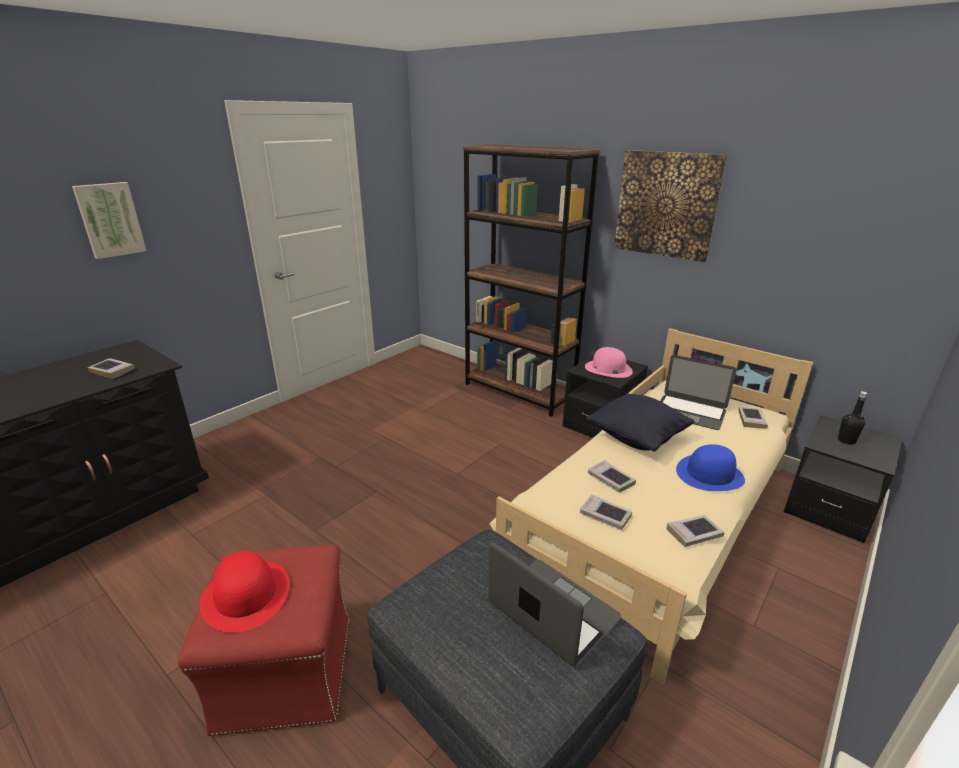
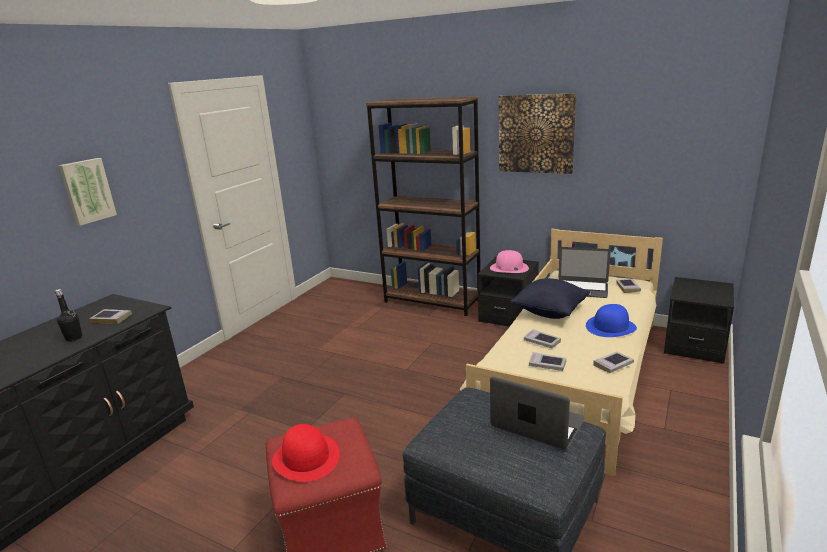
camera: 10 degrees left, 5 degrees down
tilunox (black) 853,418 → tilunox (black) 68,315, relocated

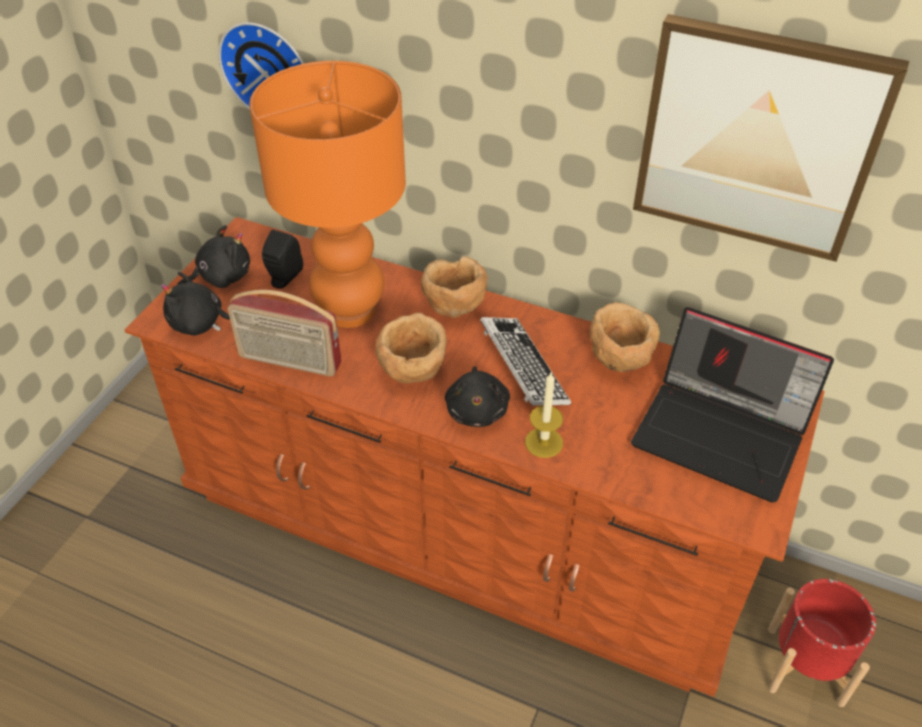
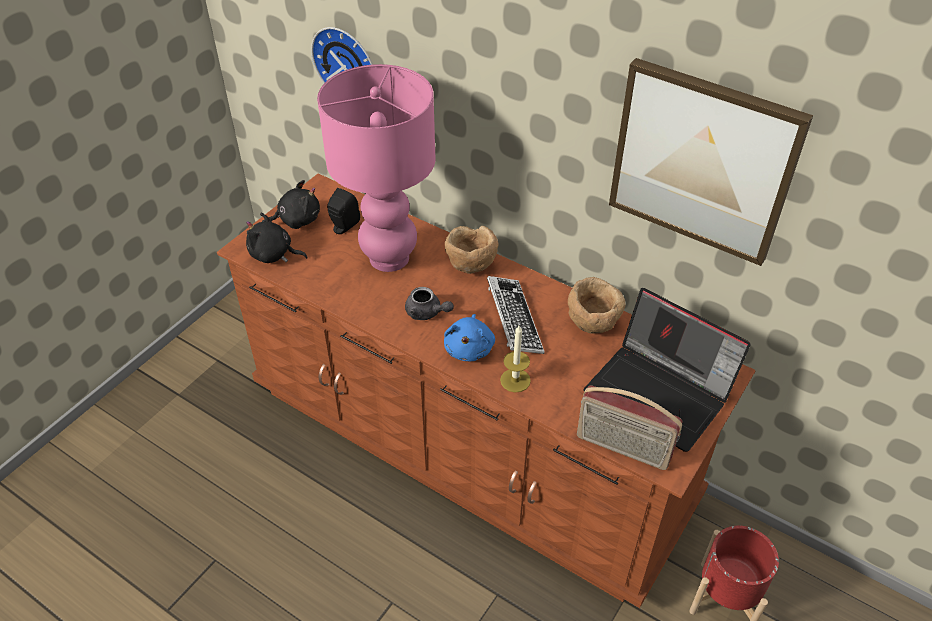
camera: 10 degrees right, 0 degrees up
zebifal 285,333 → zebifal 630,427, relocated
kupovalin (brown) 411,348 → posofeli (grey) 429,303
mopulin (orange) 327,194 → mopulin (pink) 376,168
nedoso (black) 477,396 → nedoso (blue) 469,337

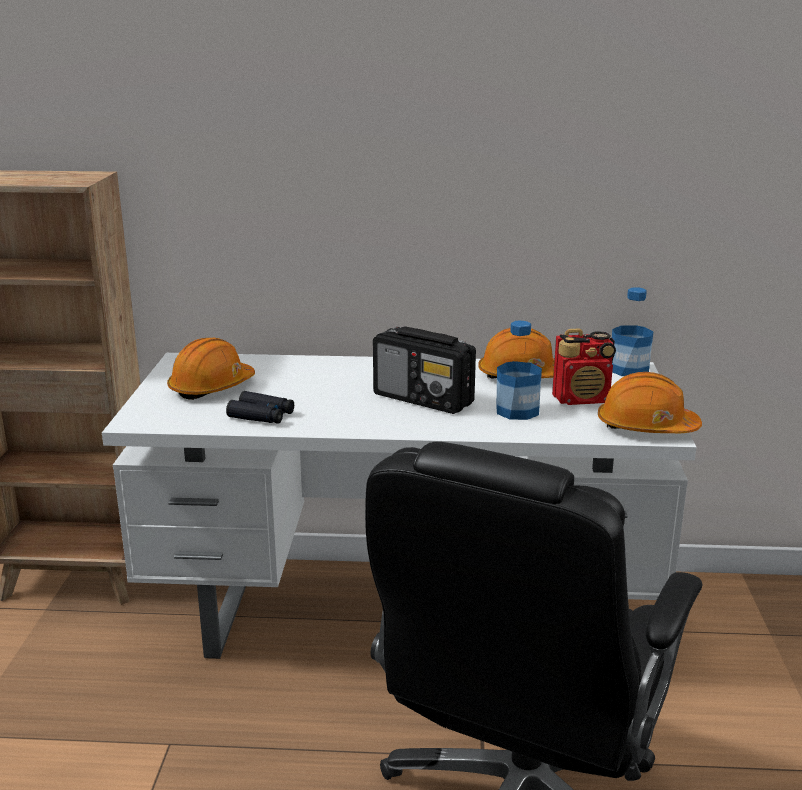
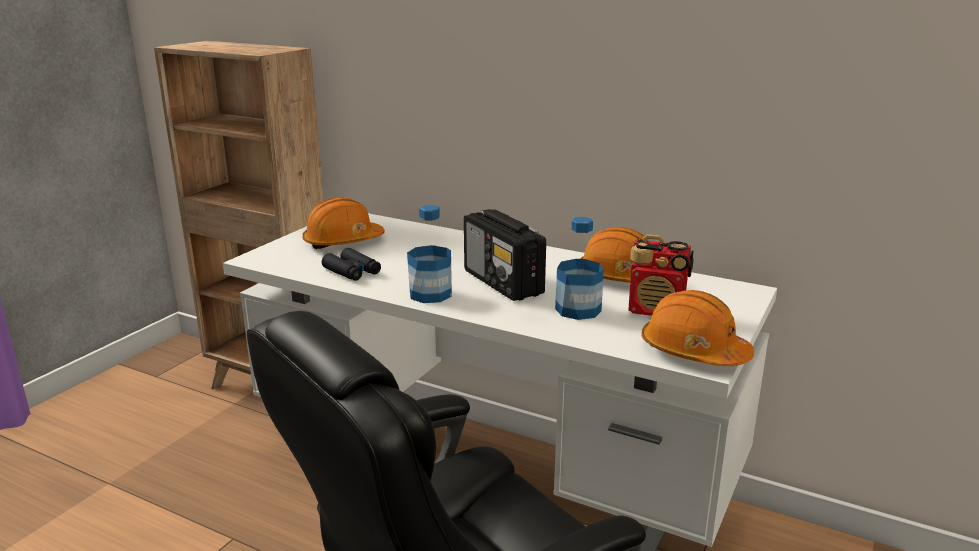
camera: 25 degrees right, 0 degrees up
tilunox 632,331 → tilunox 429,254, relocated

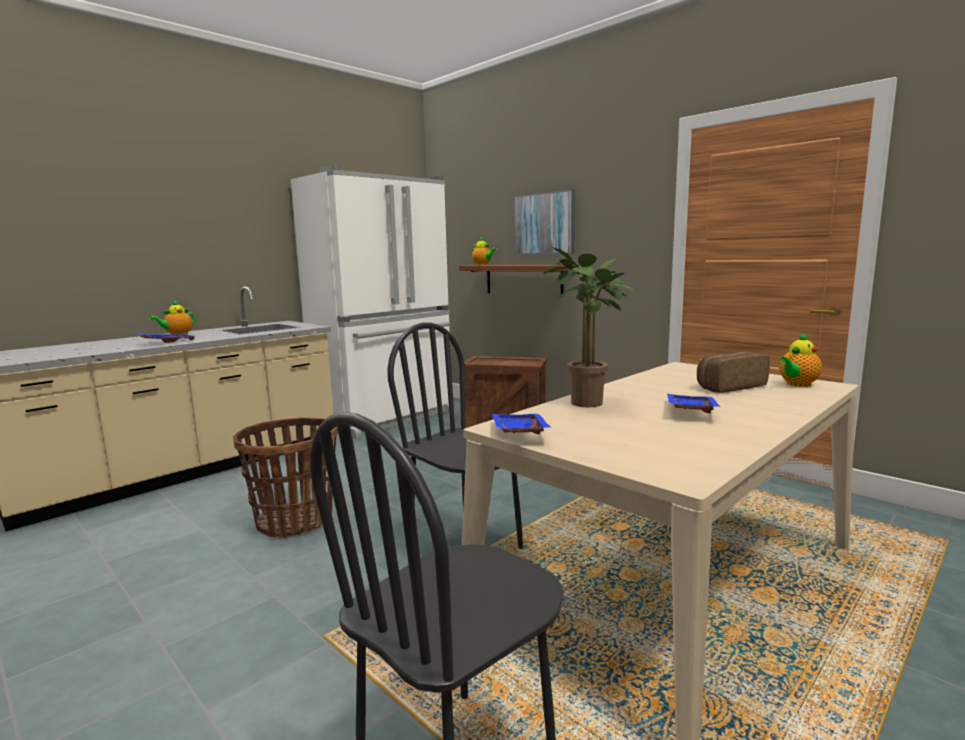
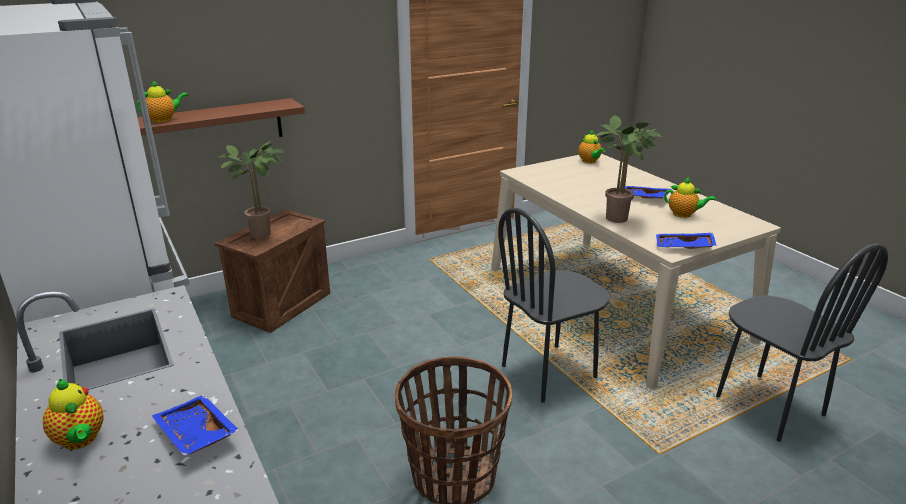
camera: 75 degrees left, 15 degrees up
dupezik 544,222 → -
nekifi 733,372 → -
- → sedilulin 251,190
- → posofeli 690,197

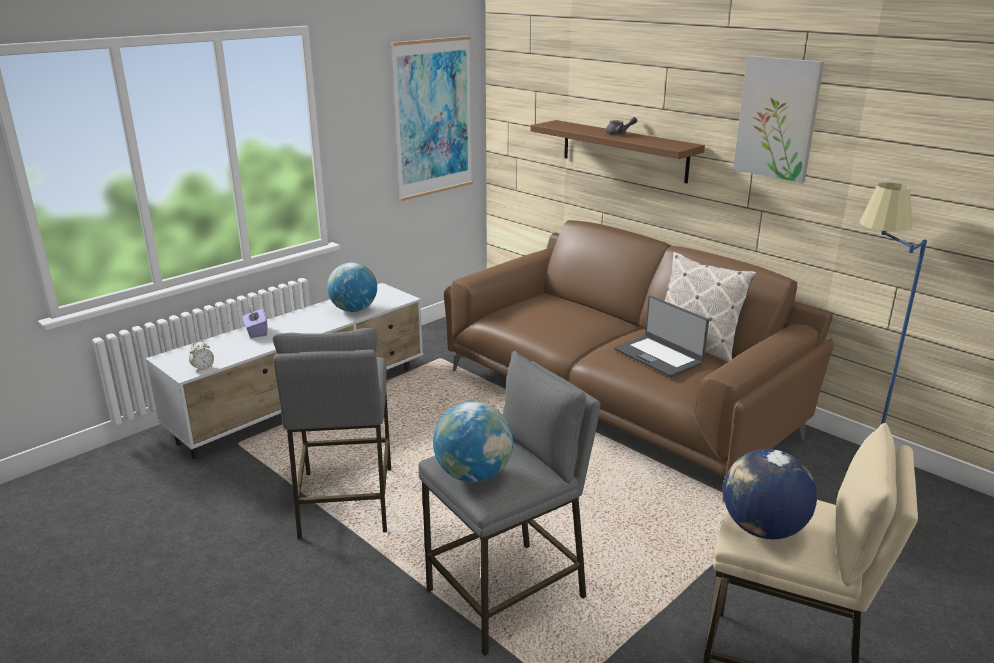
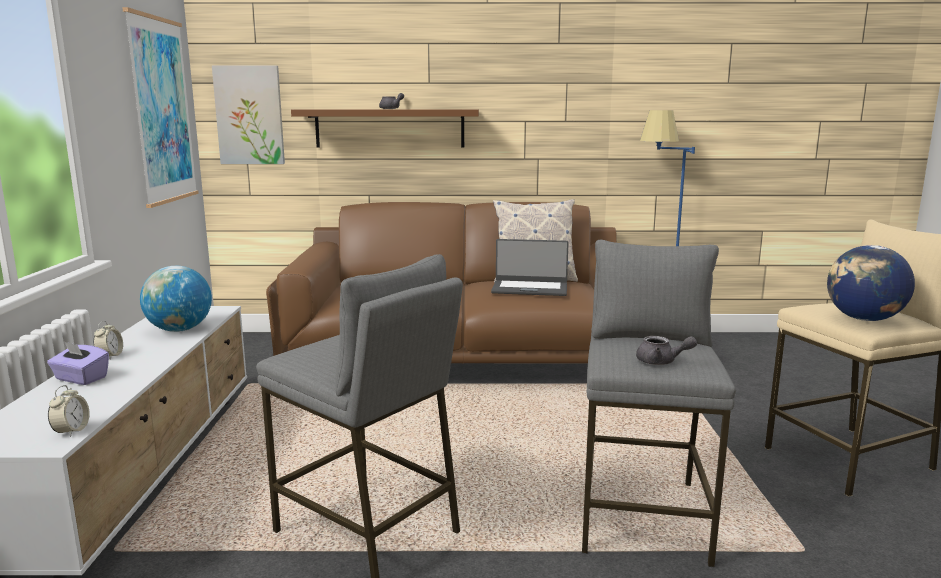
camera: 45 degrees left, 10 degrees down
- → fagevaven 108,340
dupezik 778,119 → dupezik 248,115, relocated
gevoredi 473,441 → posofeli (grey) 666,350

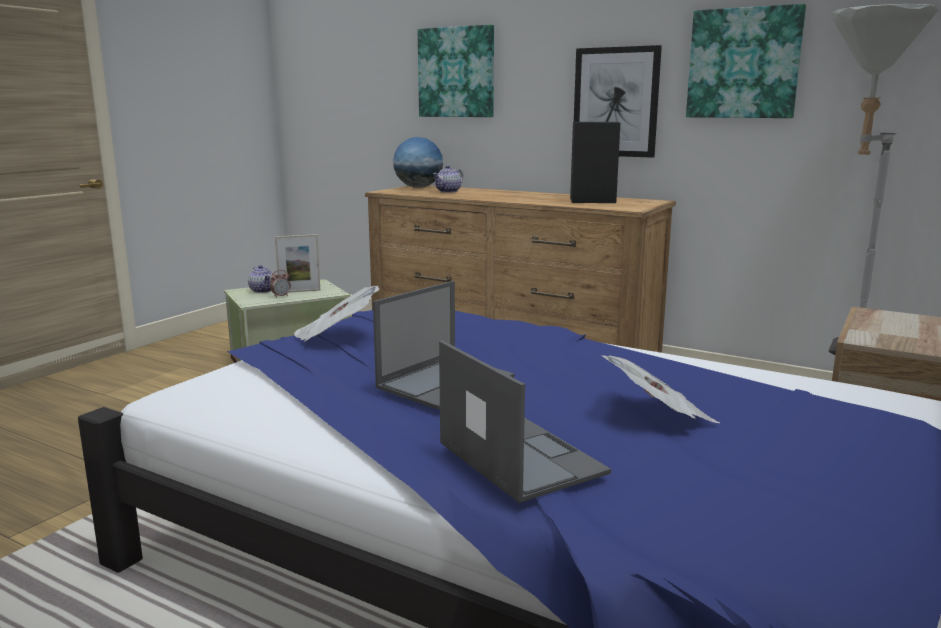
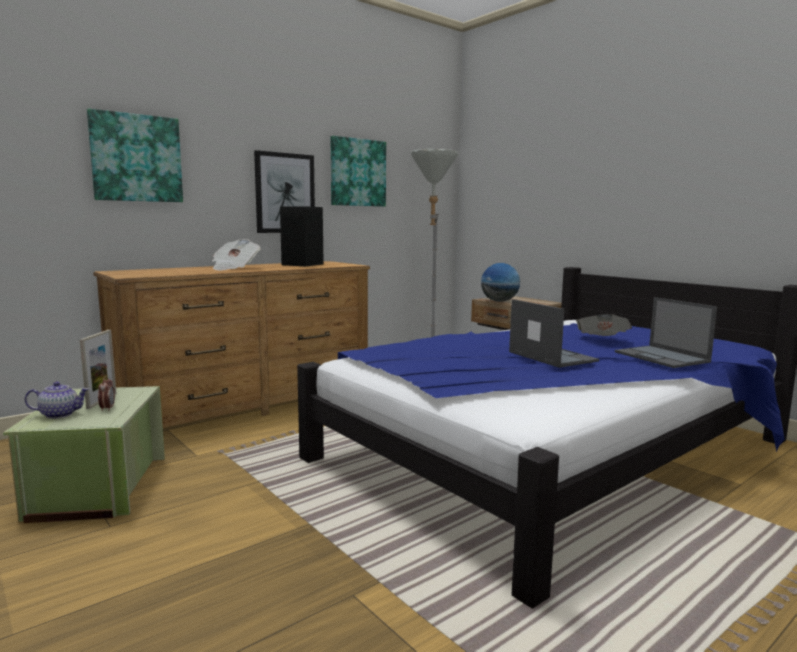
camera: 70 degrees left, 5 degrees down
posofeli 448,179 → -
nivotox 336,314 → nivotox 236,254, relocated
gevoredi 418,162 → gevoredi 500,282, relocated
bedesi 525,421 → bedesi 666,332, 105 degrees counterclockwise

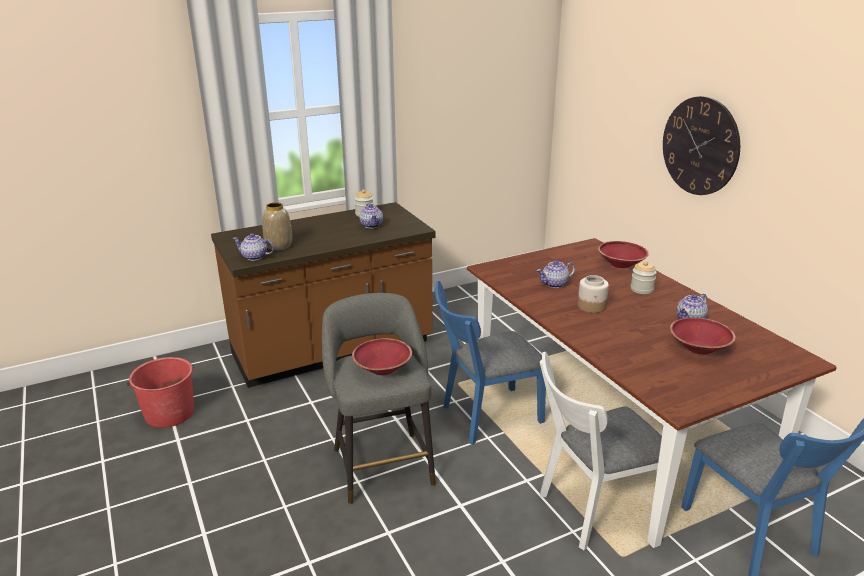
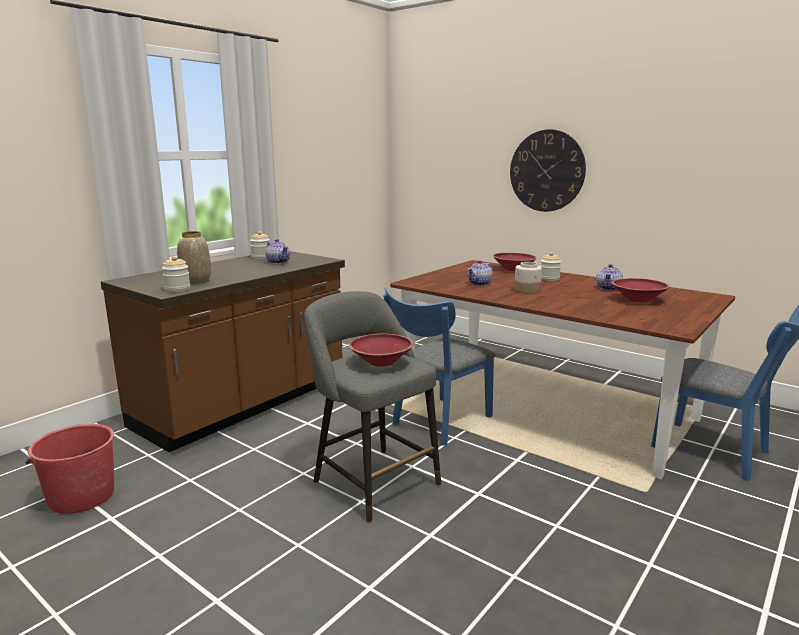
camera: 25 degrees left, 10 degrees down
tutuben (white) 601,451 → -
posofeli 253,247 → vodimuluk 176,274

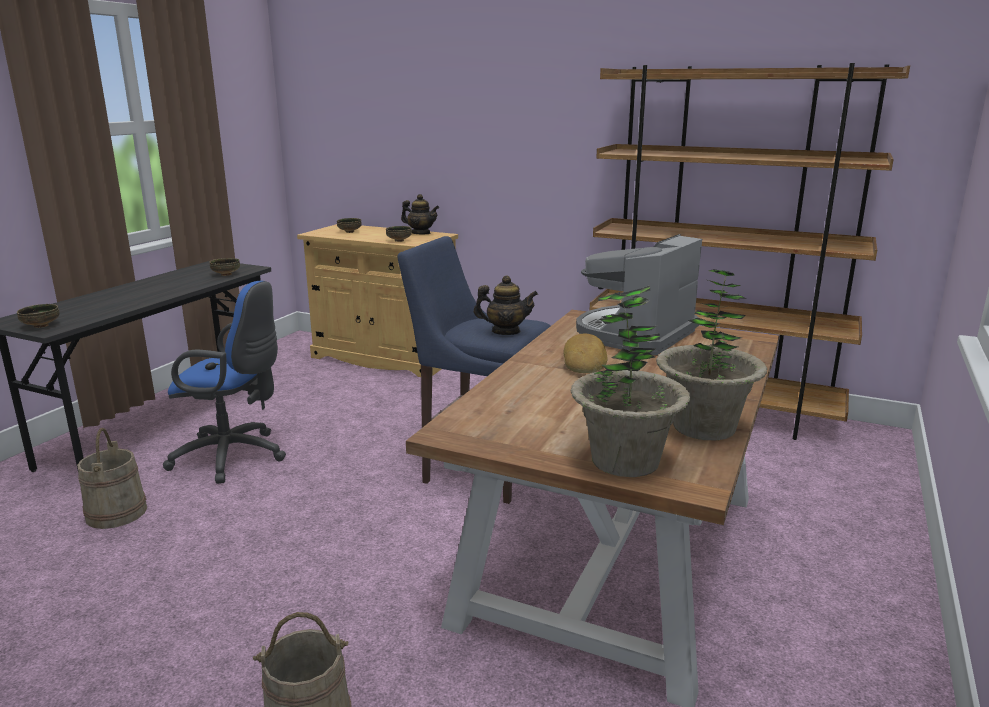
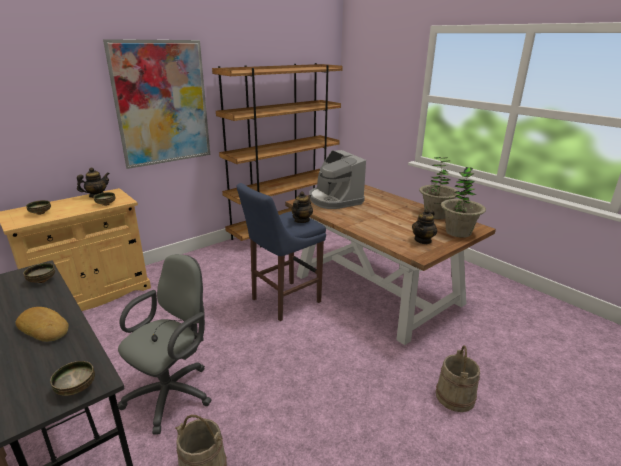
camera: 65 degrees left, 5 degrees up
- → dupezik 156,104
- → posofeli 424,226
nekifi 586,353 → nekifi 42,324, relocated
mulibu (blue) 224,382 → mulibu (grey) 165,344

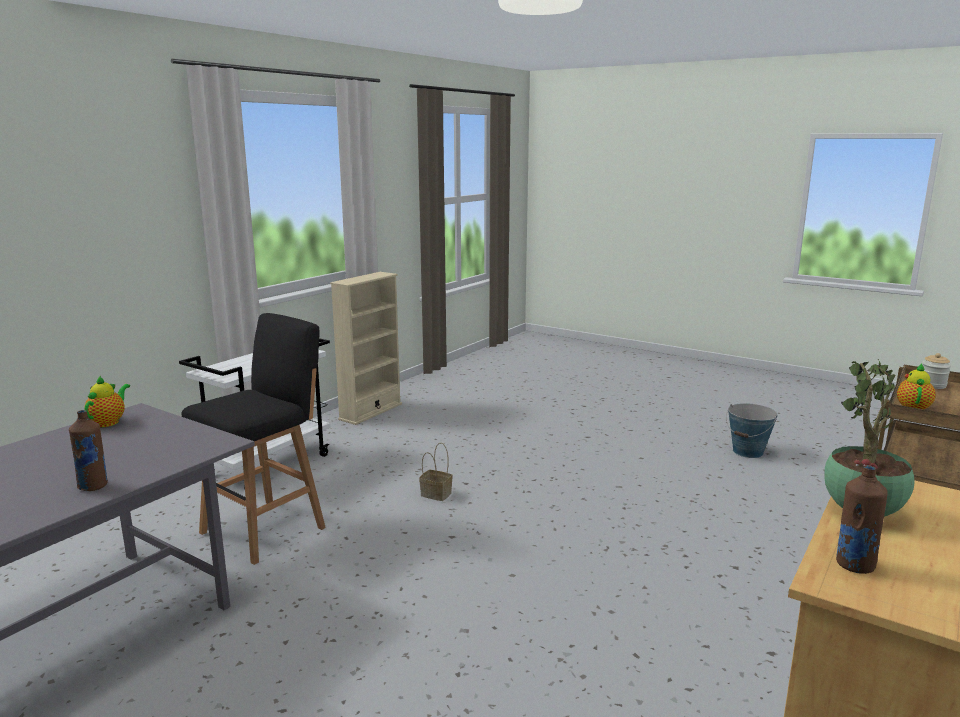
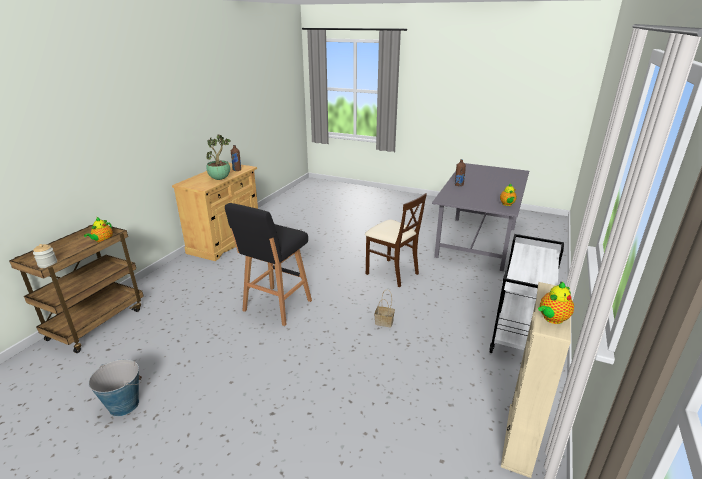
camera: 170 degrees right, 10 degrees up
- → tutuben (beige) 396,240
- → posofeli 556,302
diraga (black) 254,439 → diraga (black) 268,264, relocated

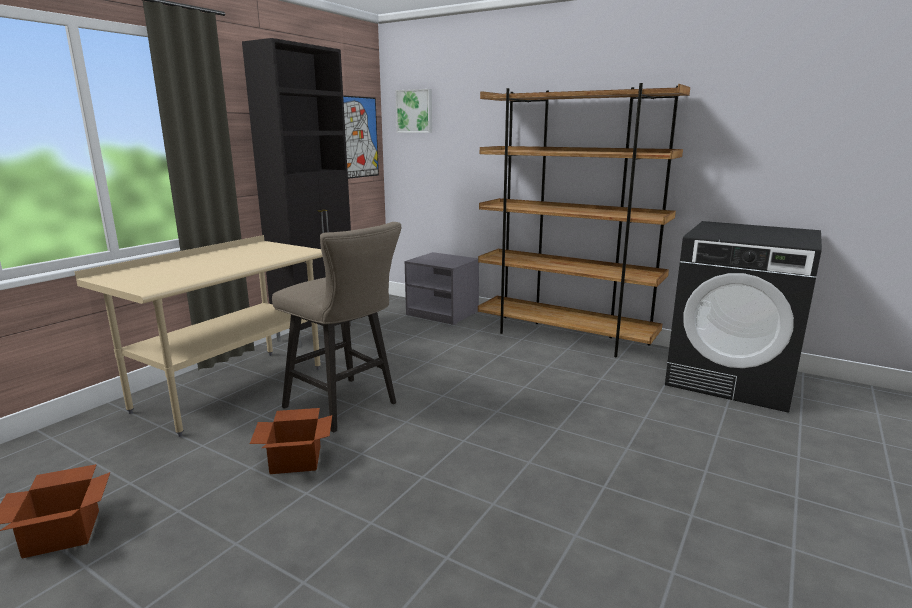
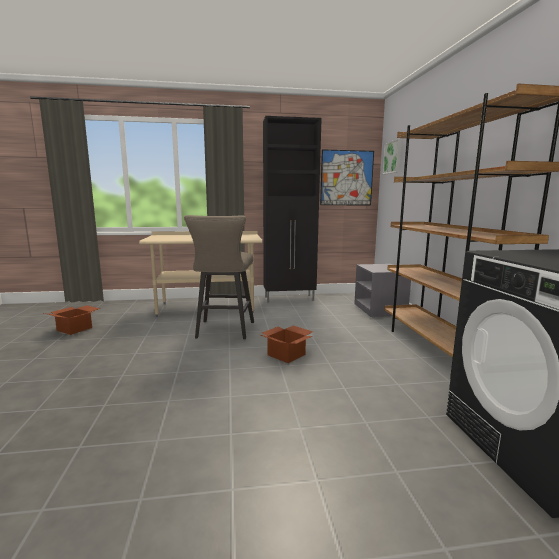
camera: 50 degrees right, 5 degrees down
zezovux 291,441 → zezovux 287,344, relocated

